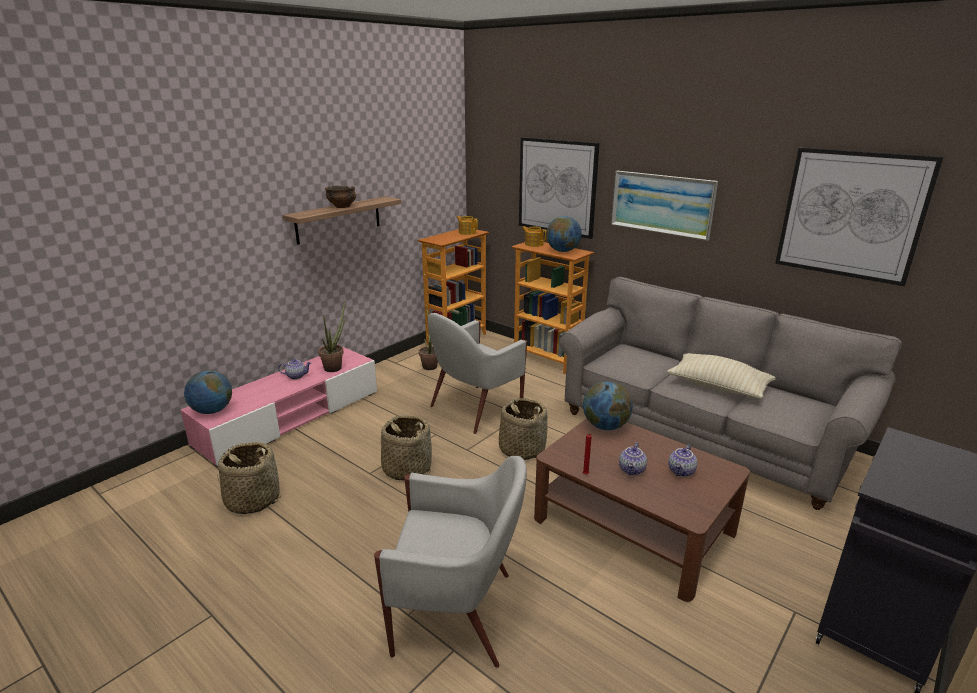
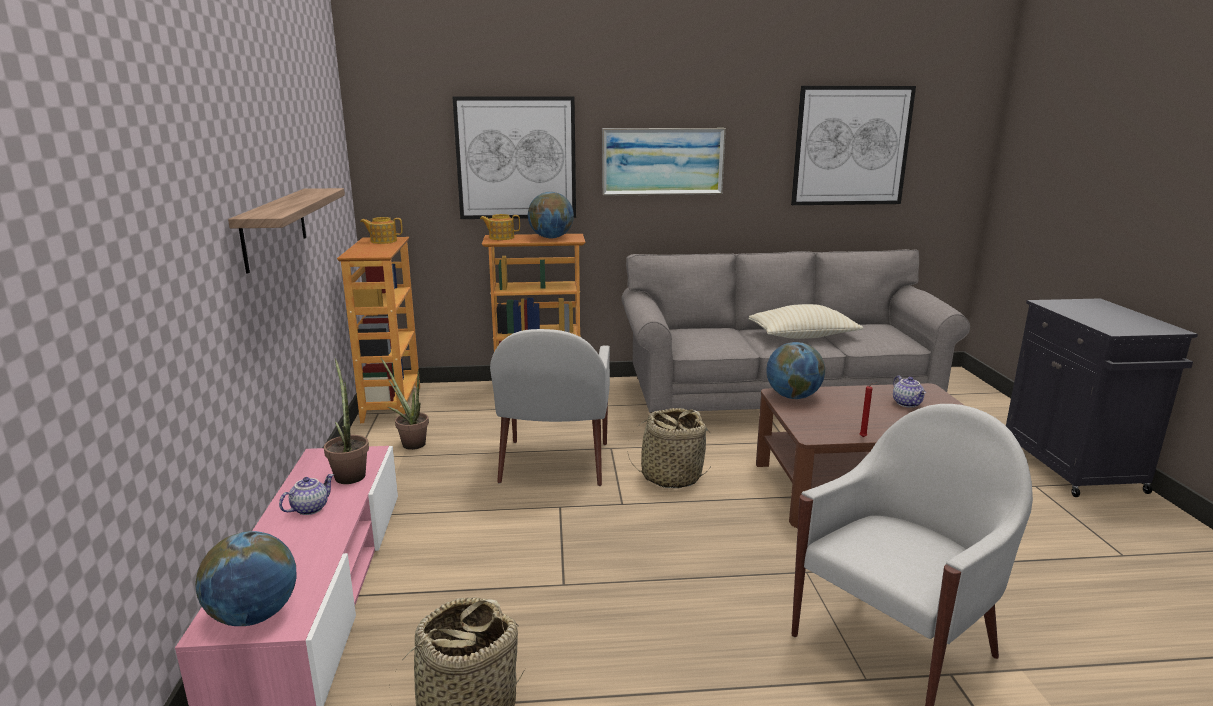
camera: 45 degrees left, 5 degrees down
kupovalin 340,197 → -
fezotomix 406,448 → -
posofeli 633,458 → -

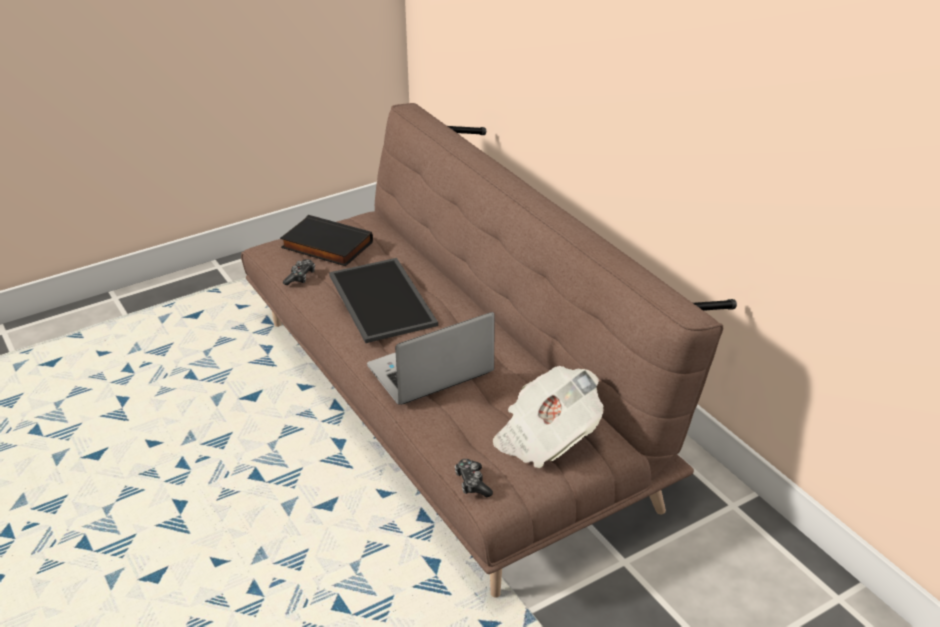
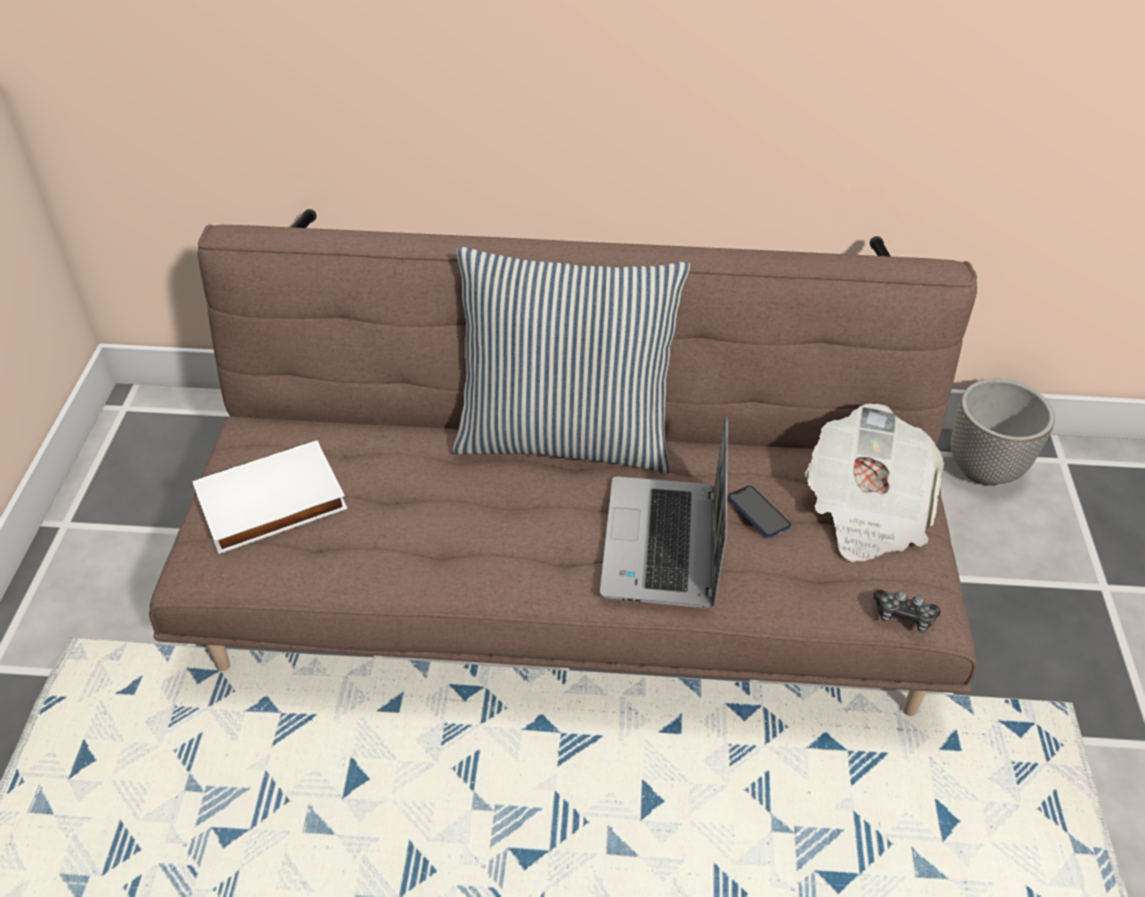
camera: 55 degrees left, 10 degrees up
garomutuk 299,272 → -
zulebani 383,300 → -
- → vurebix 571,360
- → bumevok 759,511
- → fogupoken 1003,432
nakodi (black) 326,240 → nakodi (white) 269,497

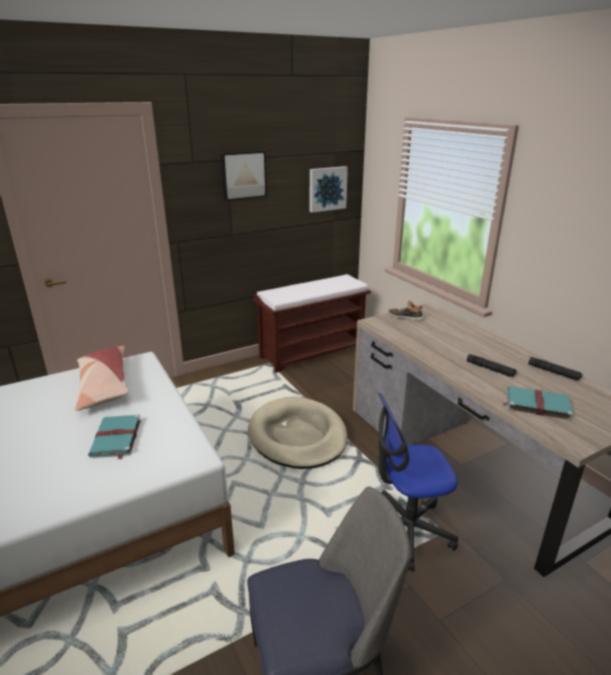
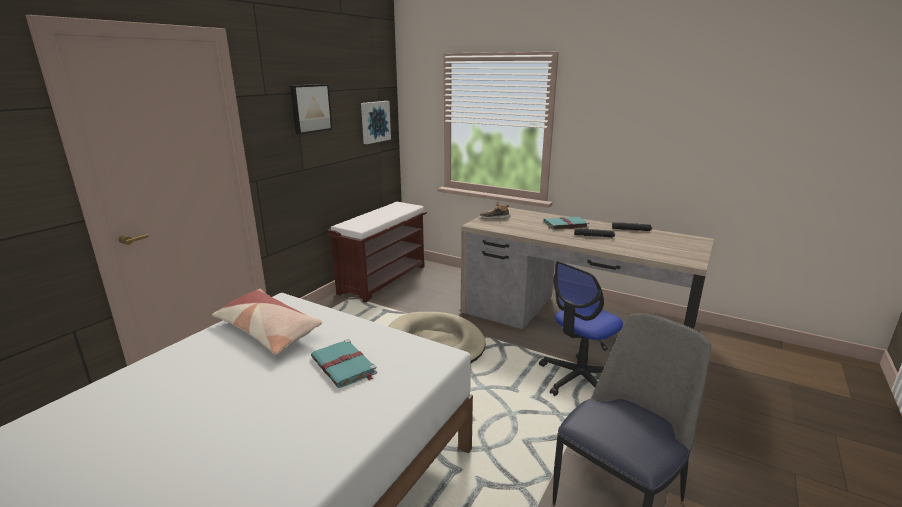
camera: 30 degrees left, 5 degrees down
nakodi (turquoise) 538,403 → nakodi (turquoise) 566,223, relocated

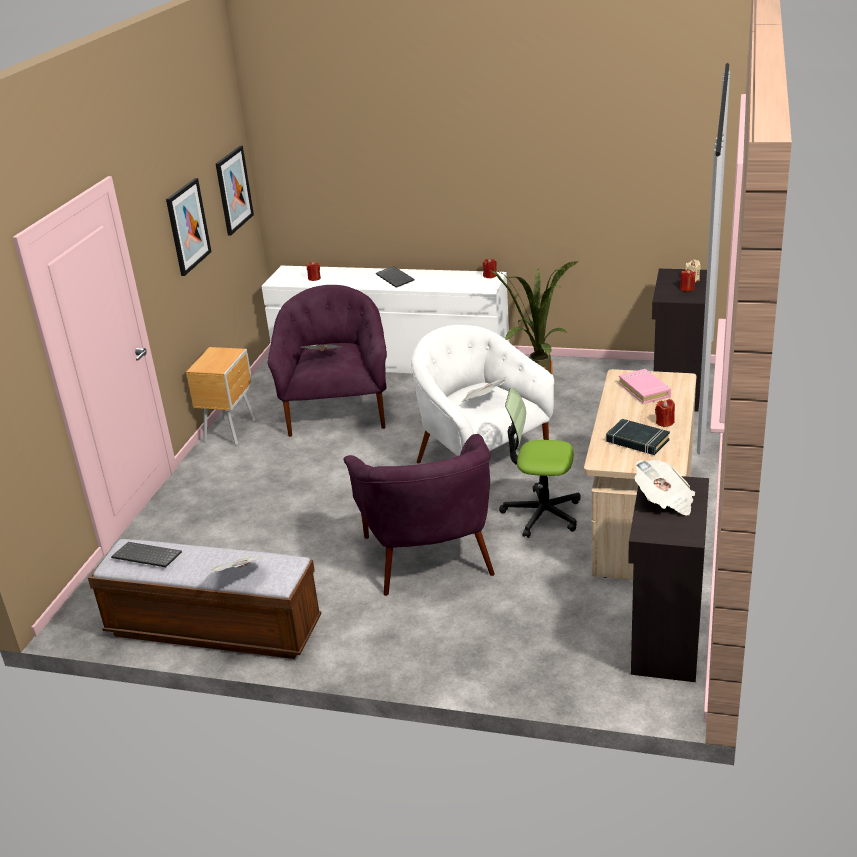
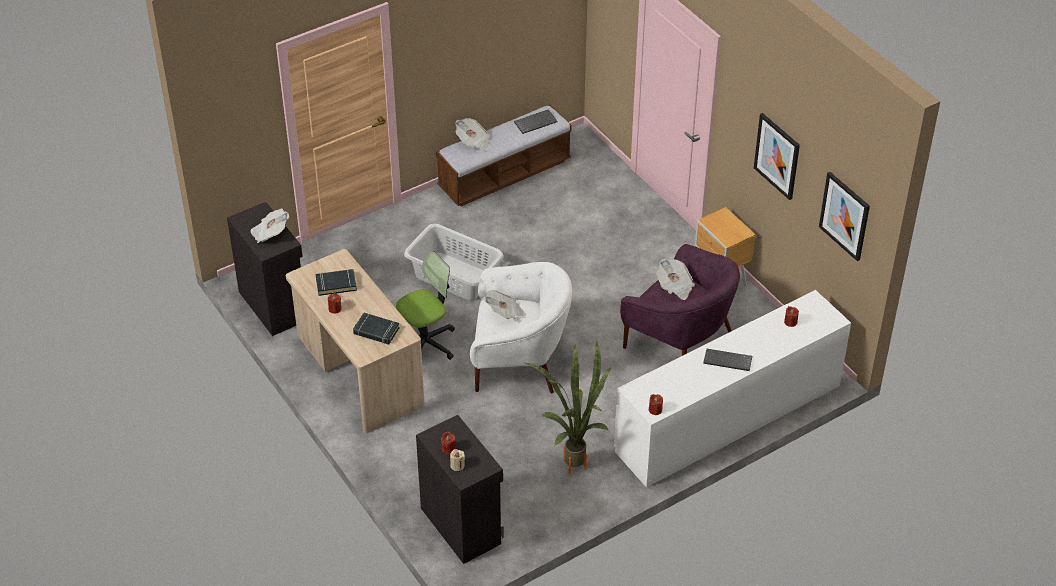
camera: 130 degrees right, 15 degrees up
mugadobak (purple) 419,515 → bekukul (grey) 454,262
nakodi (pink) 645,386 → nakodi (black) 376,329

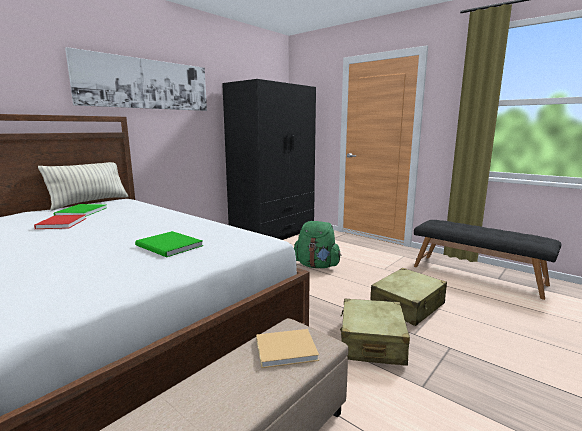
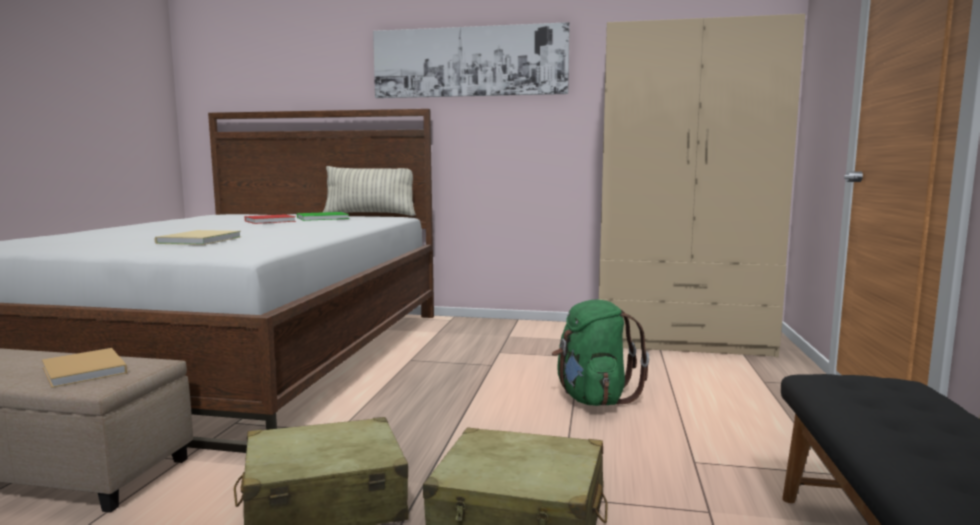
camera: 60 degrees right, 5 degrees down
nakodi (green) 169,244 → nakodi (beige) 197,237
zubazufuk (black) 269,159 → zubazufuk (beige) 702,185

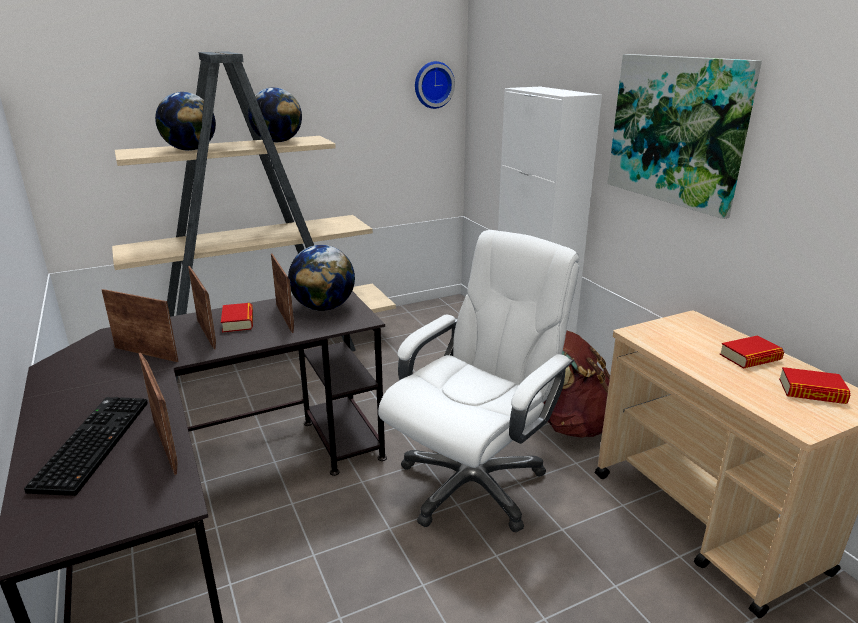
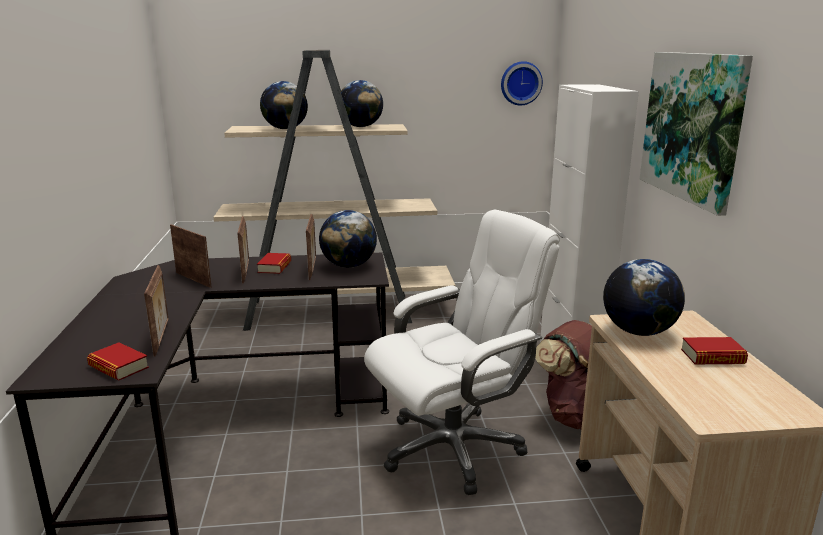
camera: 20 degrees right, 5 degrees down
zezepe 86,446 → -
- → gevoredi 644,297
nakodi 814,385 → nakodi 118,361, relocated

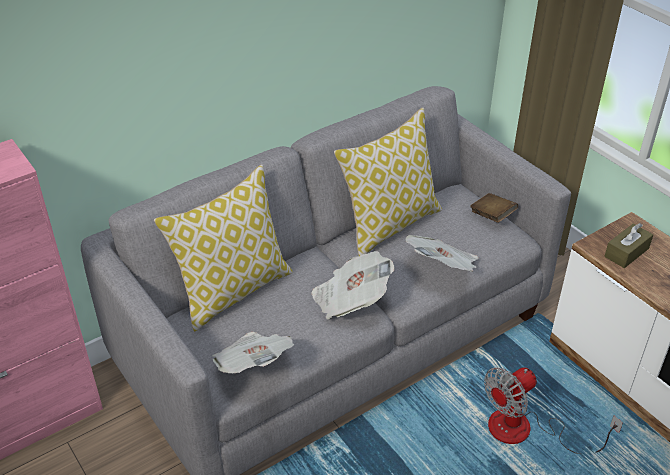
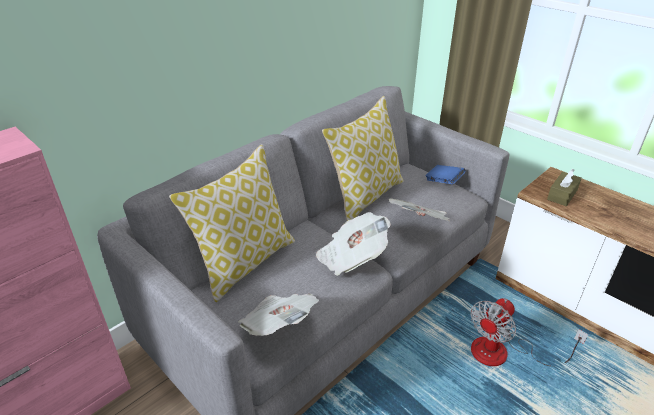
camera: 10 degrees left, 5 degrees down
nakodi (brown) 494,208 → nakodi (blue) 445,175

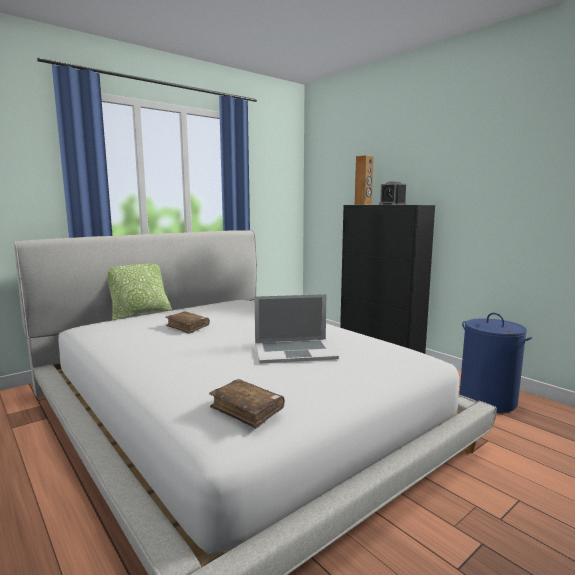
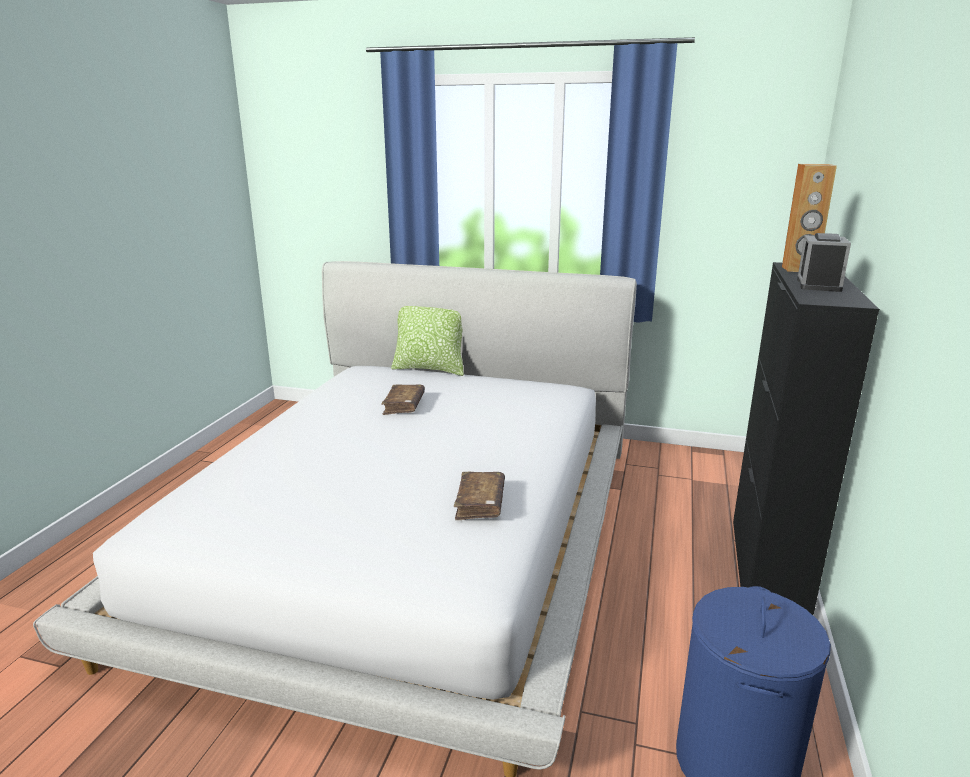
camera: 55 degrees right, 10 degrees up
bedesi 296,329 → -
nakodi (brown) 247,404 → nakodi (brown) 479,496, relocated

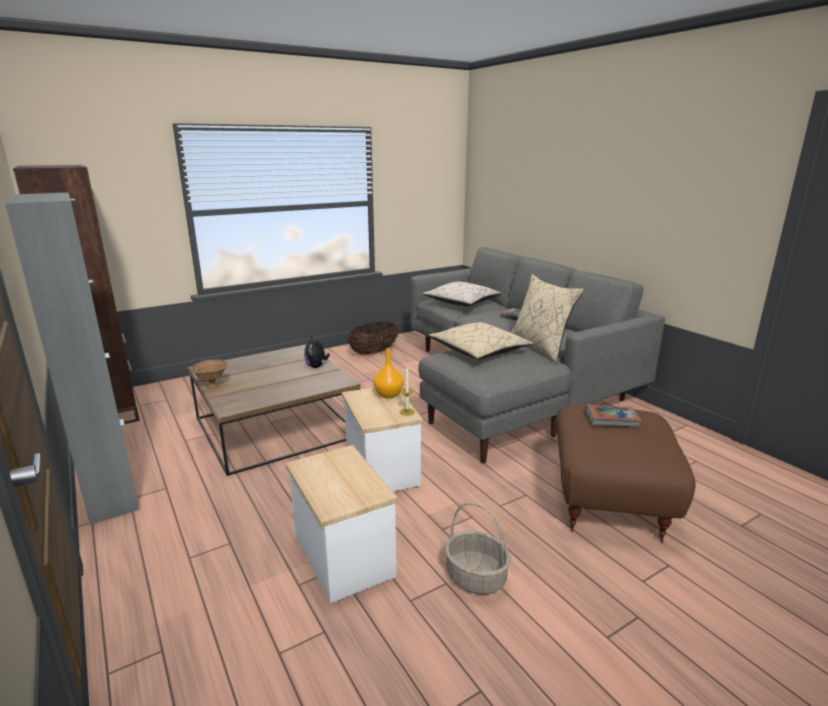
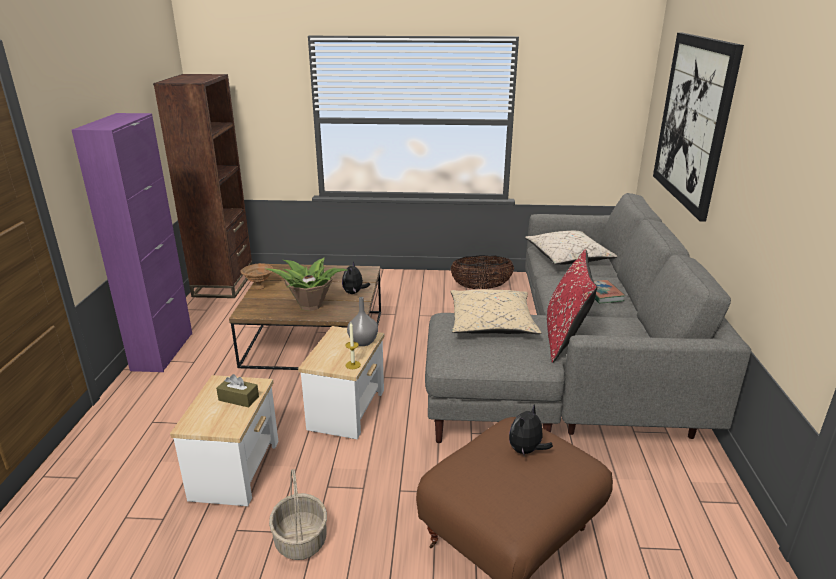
camera: 35 degrees right, 5 degrees up
- → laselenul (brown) 237,391
- → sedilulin 306,284
- → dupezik 698,127
nakodi 614,416 → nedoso 531,431
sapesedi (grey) 72,358 → sapesedi (purple) 132,242
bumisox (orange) 388,373 → bumisox (grey) 362,321
vurebix (beige) 547,318 → vurebix (red) 572,306

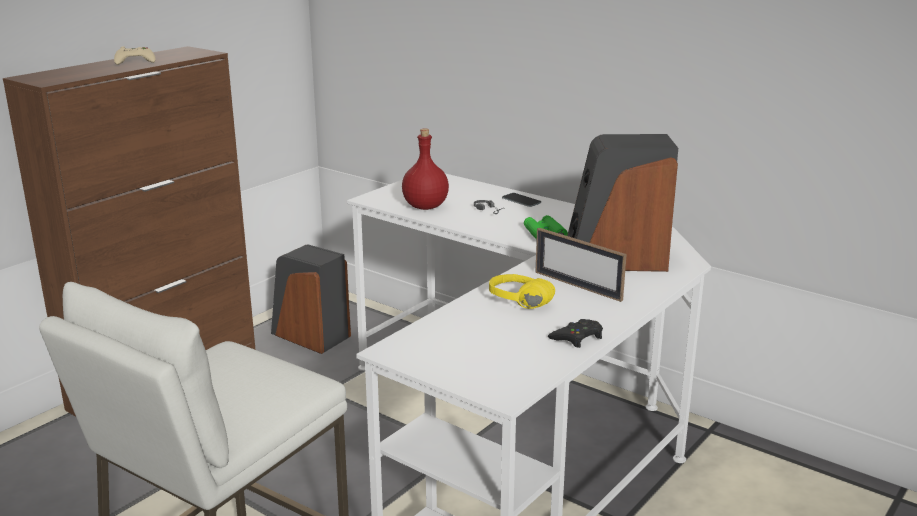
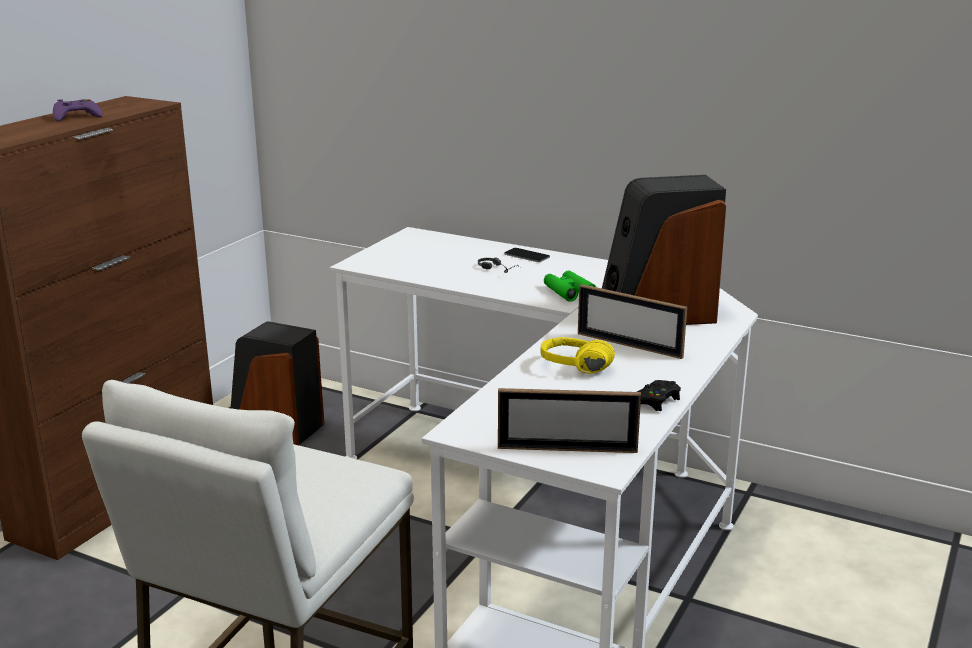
camera: 10 degrees left, 0 degrees up
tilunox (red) 425,169 → -
- → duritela 569,420
garomutuk (beige) 134,56 → garomutuk (purple) 78,110

